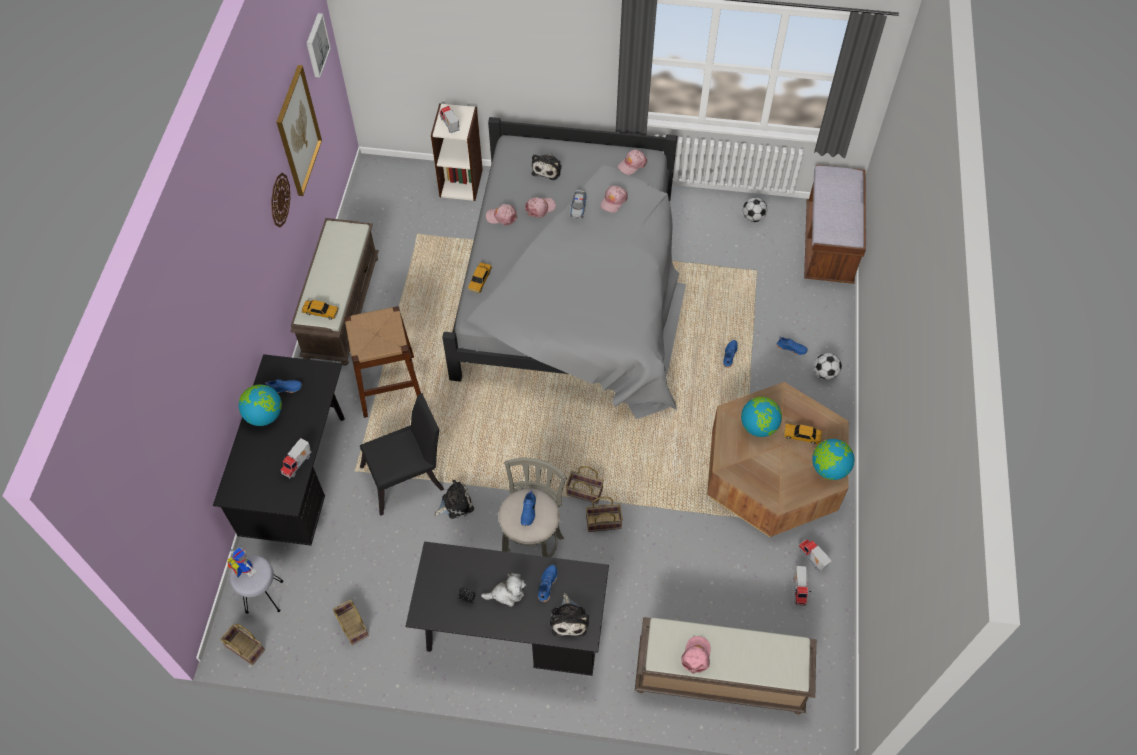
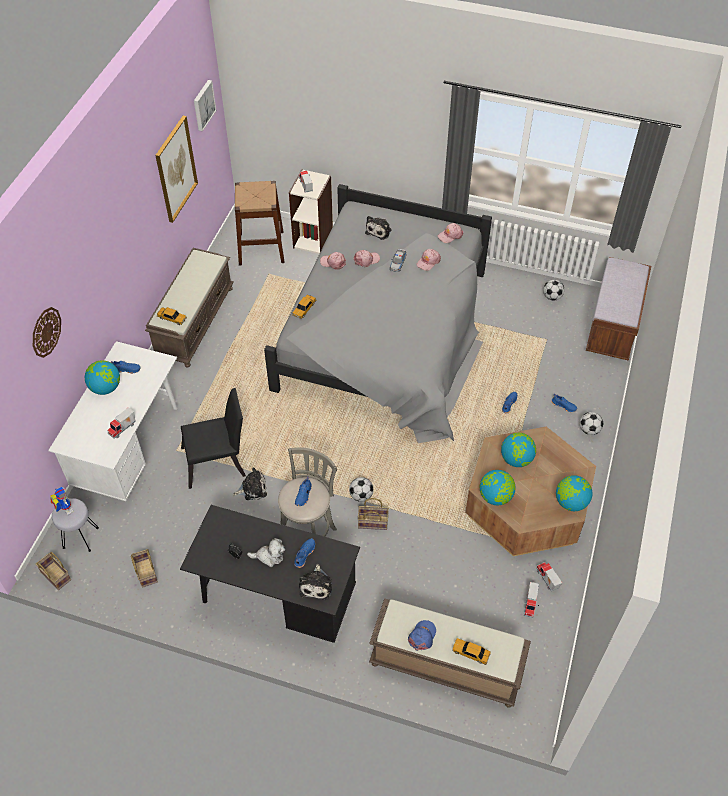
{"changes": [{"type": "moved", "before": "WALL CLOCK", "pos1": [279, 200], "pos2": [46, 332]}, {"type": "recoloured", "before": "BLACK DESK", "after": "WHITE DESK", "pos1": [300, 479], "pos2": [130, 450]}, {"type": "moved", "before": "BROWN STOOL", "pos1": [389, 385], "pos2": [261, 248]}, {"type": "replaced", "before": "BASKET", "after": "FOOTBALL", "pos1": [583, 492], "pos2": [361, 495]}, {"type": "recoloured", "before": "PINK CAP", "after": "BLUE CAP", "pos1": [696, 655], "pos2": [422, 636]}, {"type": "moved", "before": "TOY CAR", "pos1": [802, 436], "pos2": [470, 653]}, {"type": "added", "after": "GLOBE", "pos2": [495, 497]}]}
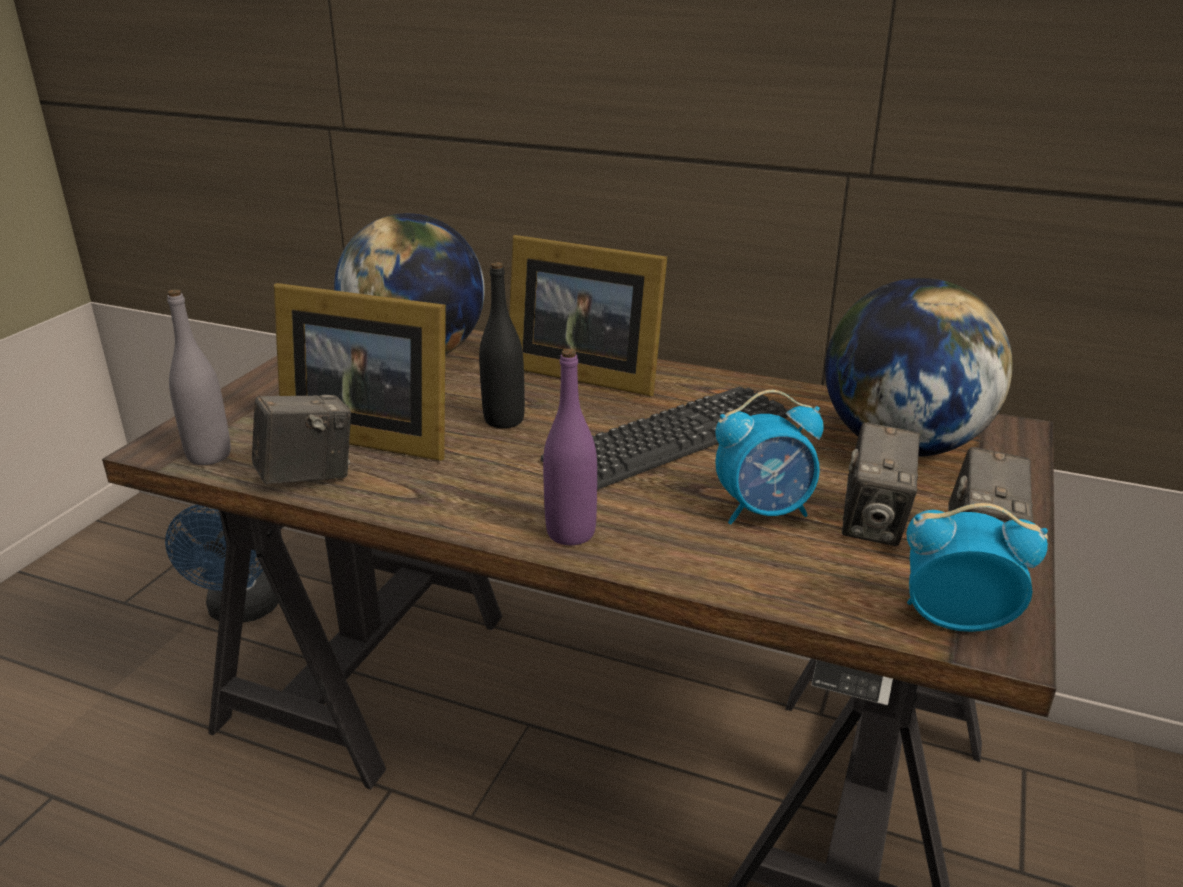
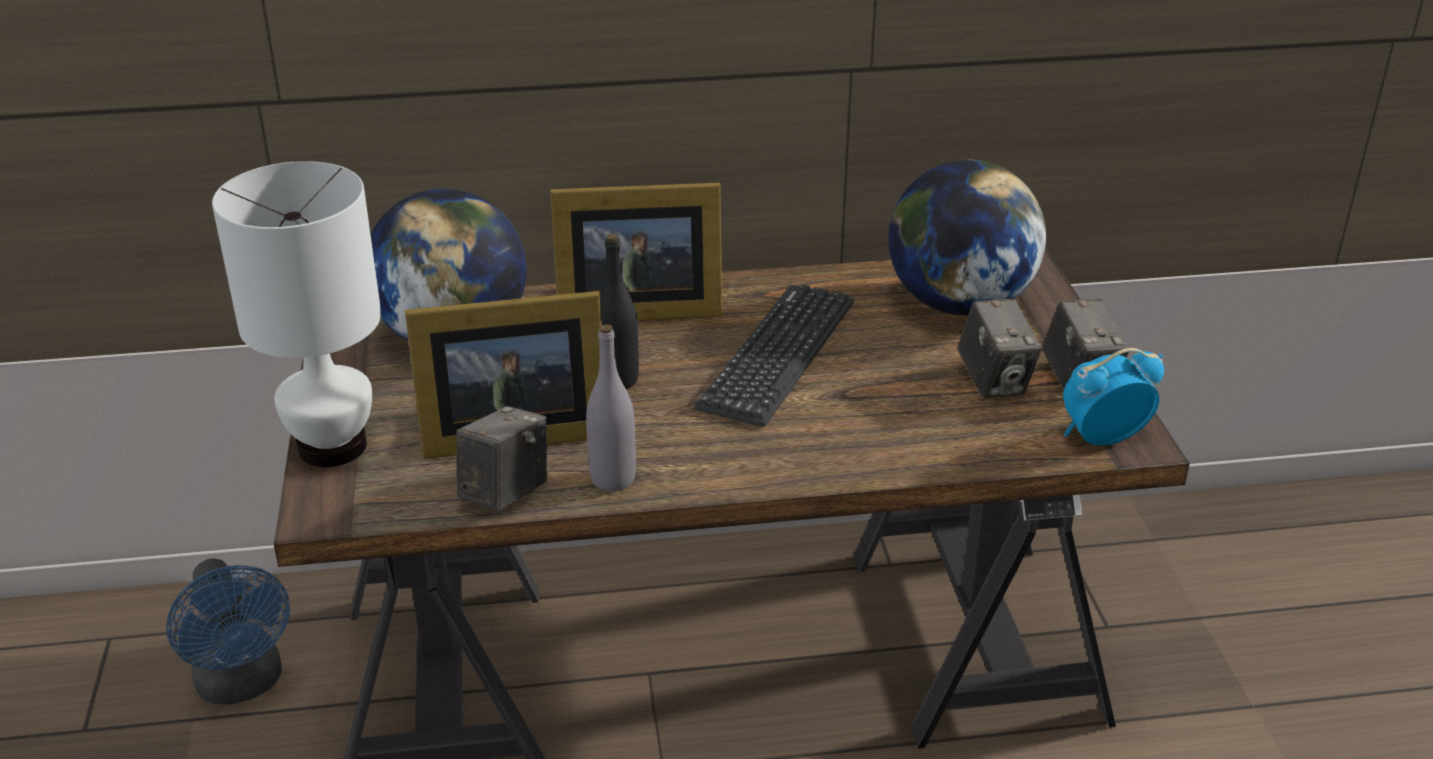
{"changes": [{"type": "added", "after": "WHITE TABLE LAMP", "pos2": [331, 447]}, {"type": "moved", "before": "GREY BOTTLE", "pos1": [209, 456], "pos2": [613, 479]}, {"type": "removed", "before": "PURPLE BOTTLE", "pos1": [571, 533]}, {"type": "removed", "before": "ALARM CLOCK", "pos1": [764, 511]}]}
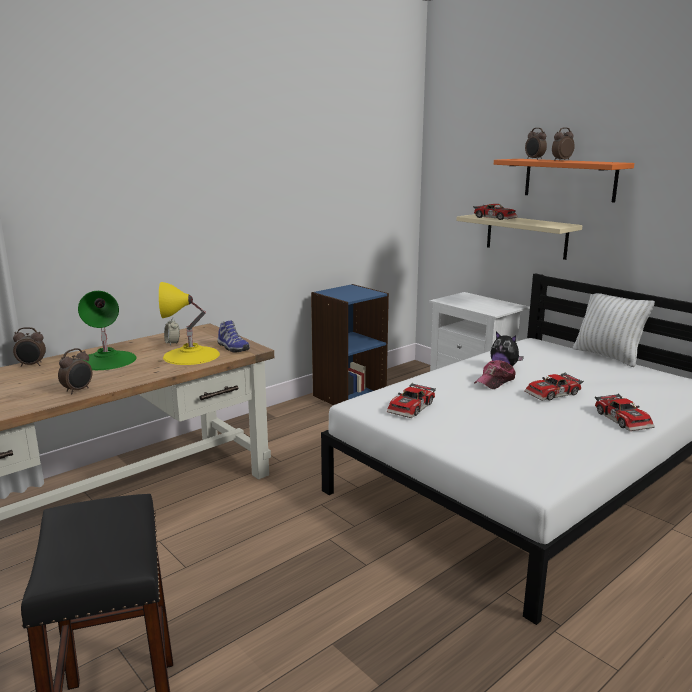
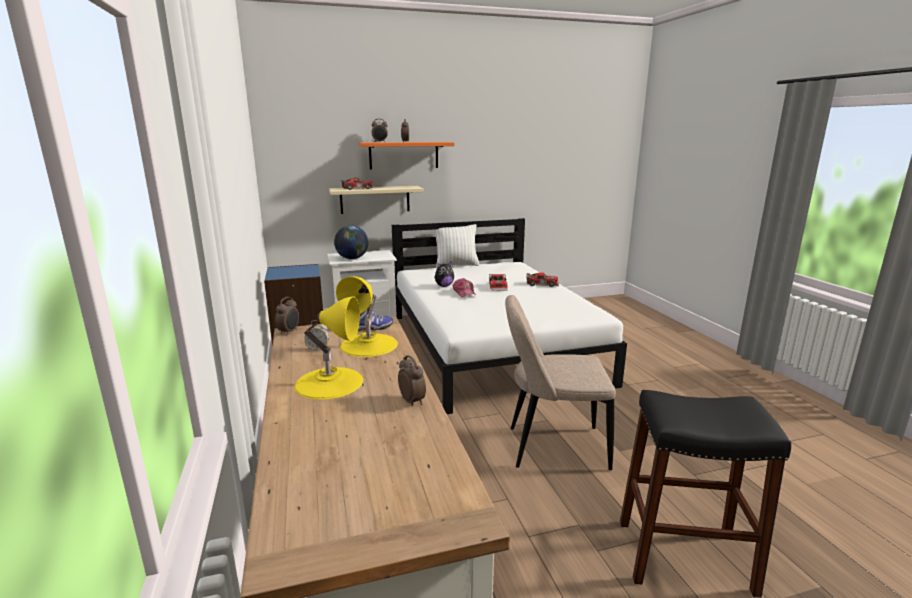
{"changes": [{"type": "moved", "before": "ALARM CLOCK", "pos1": [32, 365], "pos2": [289, 332]}, {"type": "recoloured", "before": "GREEN TABLE LAMP", "after": "YELLOW TABLE LAMP", "pos1": [107, 360], "pos2": [329, 382]}, {"type": "added", "after": "GLOBE", "pos2": [352, 258]}, {"type": "added", "after": "BEIGE CHAIR", "pos2": [552, 447]}, {"type": "removed", "before": "TOY CAR", "pos1": [413, 407]}]}
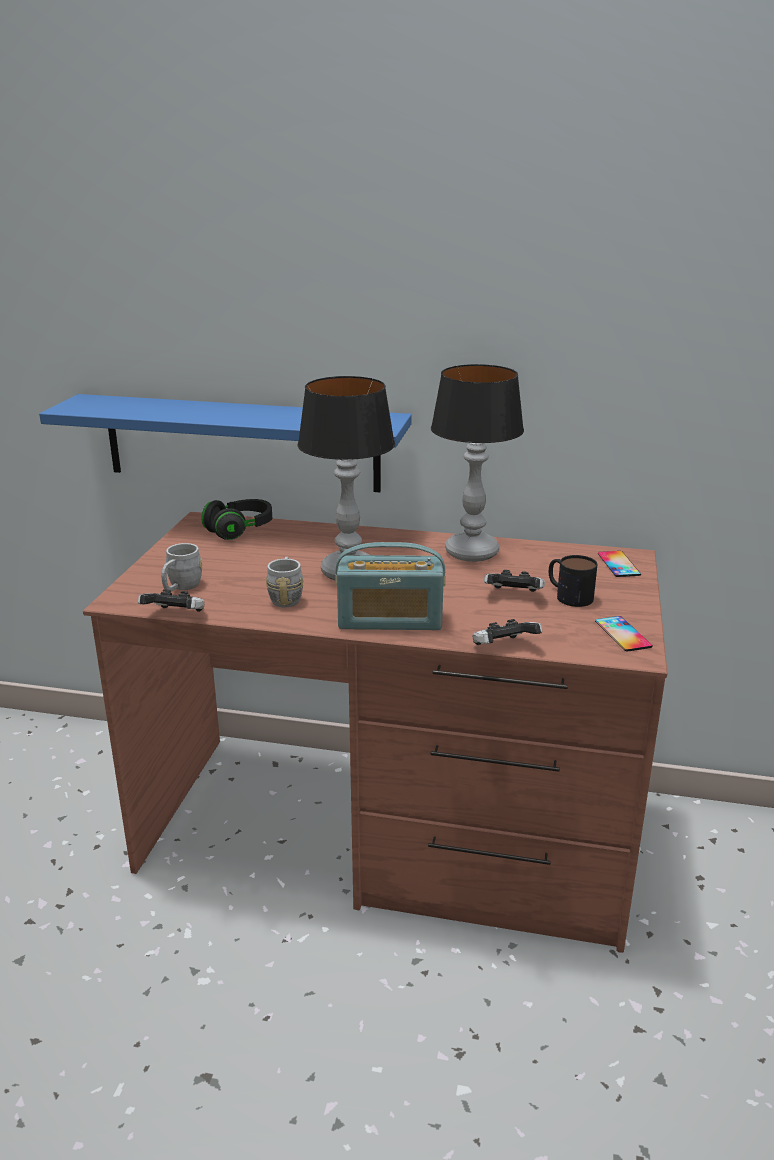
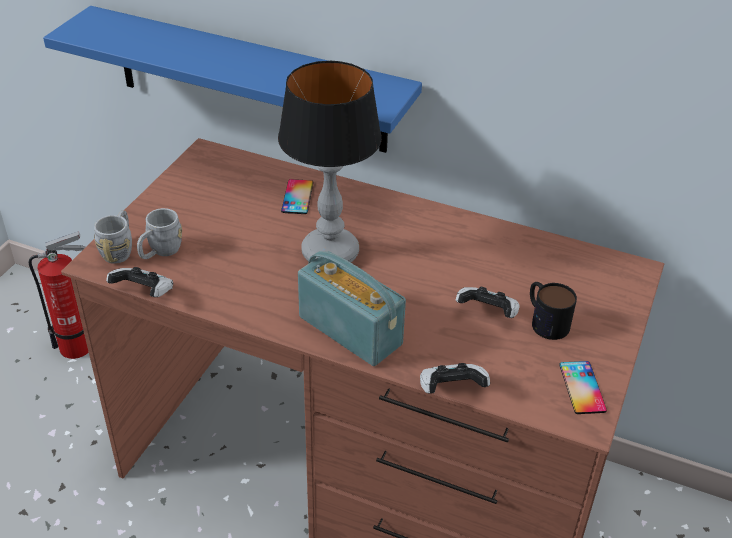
{"changes": [{"type": "added", "after": "FIRE EXTINGUISHER", "pos2": [80, 346]}, {"type": "moved", "before": "GREY MUG", "pos1": [286, 597], "pos2": [119, 249]}, {"type": "moved", "before": "PHONE", "pos1": [618, 564], "pos2": [297, 197]}, {"type": "turned", "before": "RADIO", "pos1": [390, 620], "pos2": [350, 330], "turn": -150}, {"type": "removed", "before": "BLACK HEADPHONES", "pos1": [240, 530]}, {"type": "removed", "before": "TABLE LAMP", "pos1": [470, 552]}]}
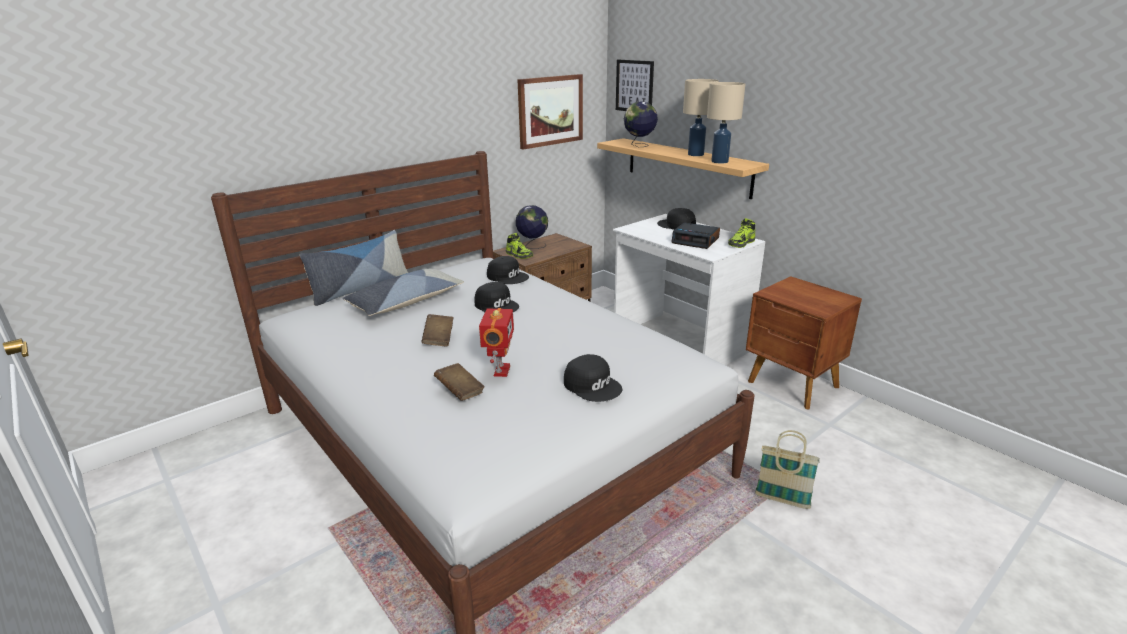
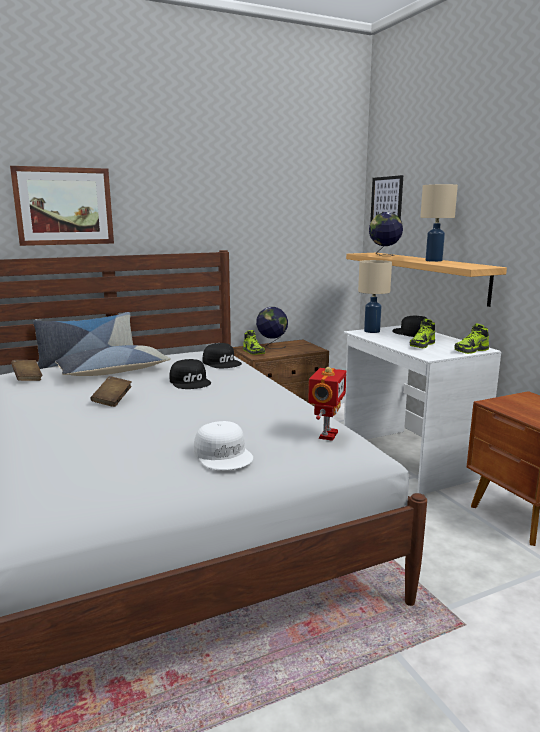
{"changes": [{"type": "moved", "before": "PICTURE", "pos1": [550, 111], "pos2": [64, 206]}, {"type": "moved", "before": "BROWN BOOK", "pos1": [460, 391], "pos2": [27, 378]}, {"type": "recoloured", "before": "BLACK CAP", "after": "WHITE CAP", "pos1": [593, 385], "pos2": [224, 455]}, {"type": "moved", "before": "TOY ROBOT", "pos1": [500, 371], "pos2": [326, 435]}, {"type": "moved", "before": "BEIGE TABLE LAMP", "pos1": [720, 161], "pos2": [372, 331]}, {"type": "replaced", "before": "ALARM CLOCK", "after": "SHOE", "pos1": [696, 241], "pos2": [422, 345]}, {"type": "removed", "before": "BASKET", "pos1": [782, 500]}]}
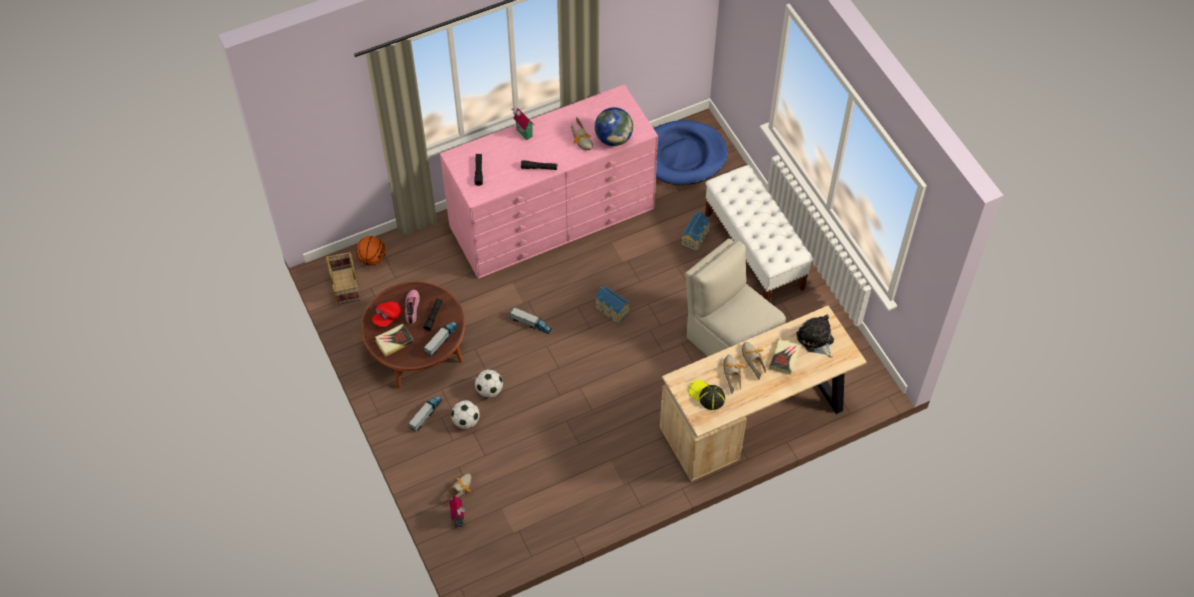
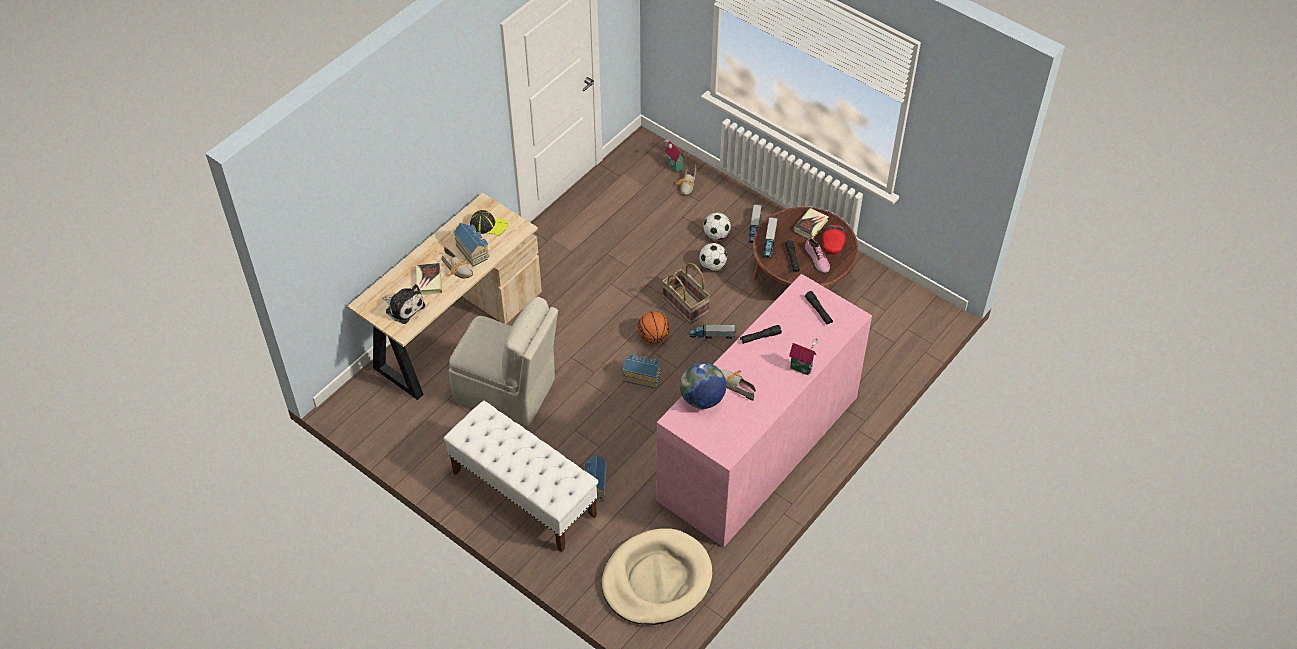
{"changes": [{"type": "replaced", "before": "SHOE", "after": "TOY HOUSE", "pos1": [732, 373], "pos2": [473, 250]}, {"type": "recoloured", "before": "BLUE DOG BED", "after": "BEIGE DOG BED", "pos1": [683, 156], "pos2": [656, 579]}, {"type": "moved", "before": "BASKETBALL", "pos1": [372, 259], "pos2": [653, 337]}, {"type": "moved", "before": "BASKET", "pos1": [345, 285], "pos2": [686, 305]}]}
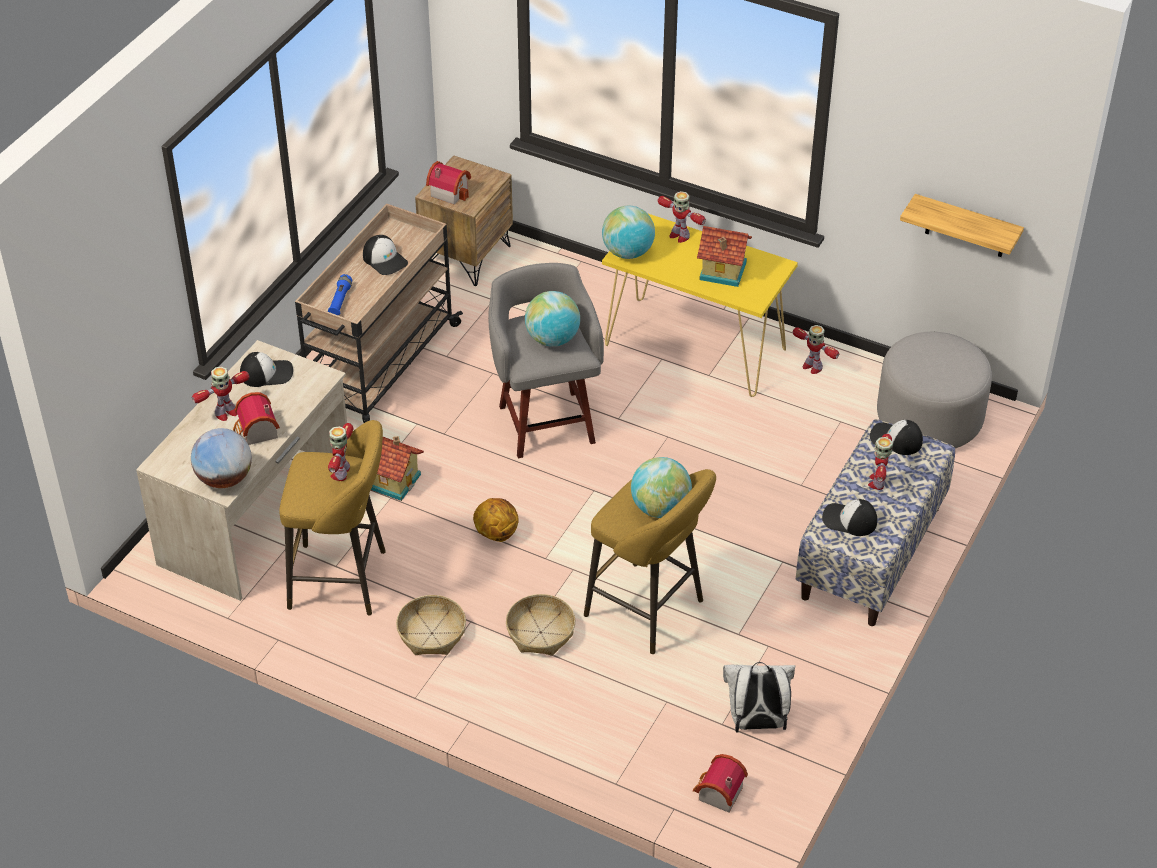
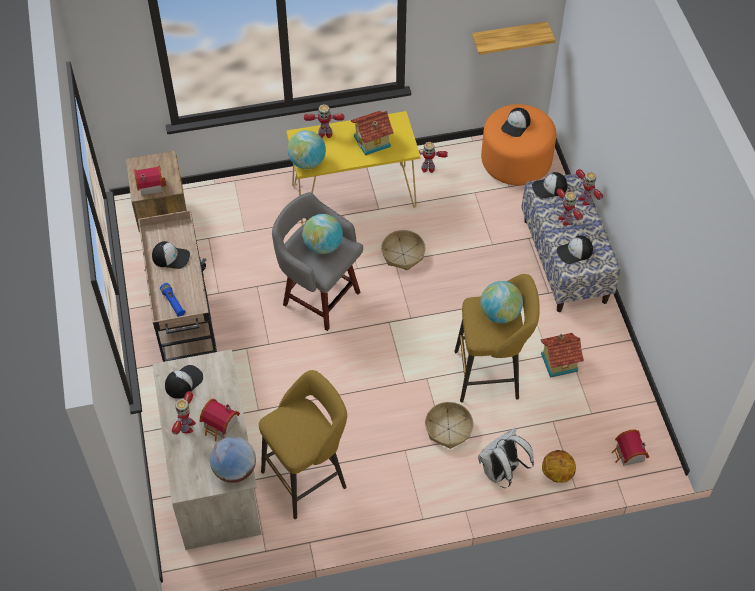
{"changes": [{"type": "moved", "before": "BASKET", "pos1": [431, 633], "pos2": [403, 254]}, {"type": "moved", "before": "WHITE BACKPACK", "pos1": [756, 723], "pos2": [501, 472]}, {"type": "recoloured", "before": "GREY OTTOMAN", "after": "ORANGE OTTOMAN", "pos1": [929, 418], "pos2": [516, 161]}, {"type": "added", "after": "CAP", "pos2": [516, 125]}, {"type": "moved", "before": "TOY HOUSE", "pos1": [394, 480], "pos2": [558, 361]}, {"type": "moved", "before": "BASKETBALL", "pos1": [496, 533], "pos2": [556, 473]}, {"type": "moved", "before": "TOY ROBOT", "pos1": [341, 472], "pos2": [585, 199]}]}
